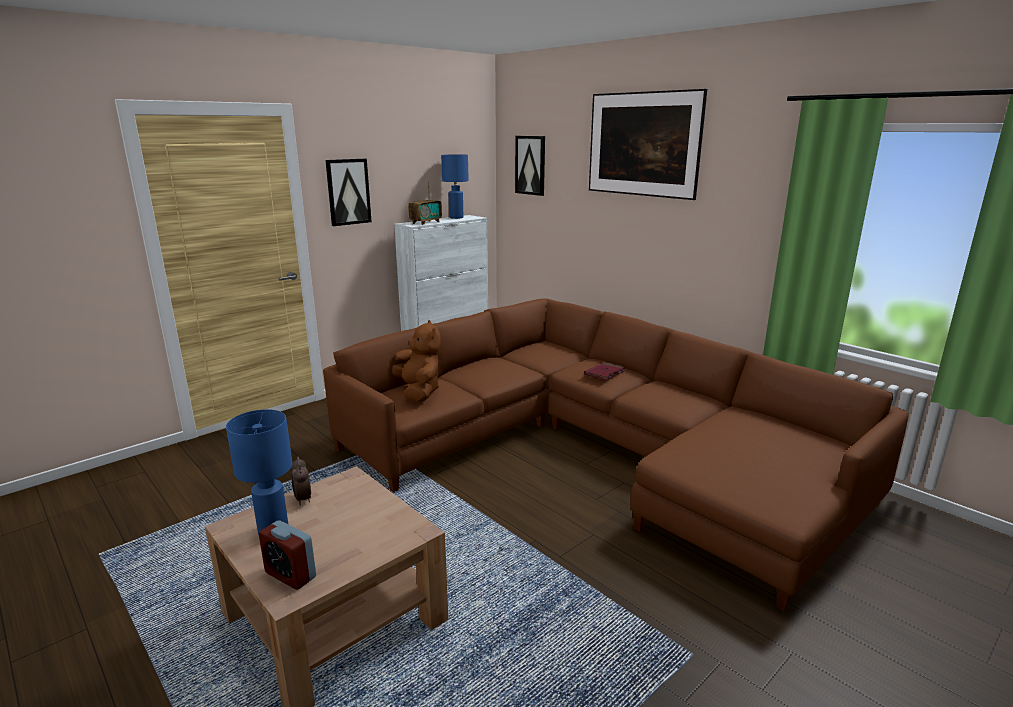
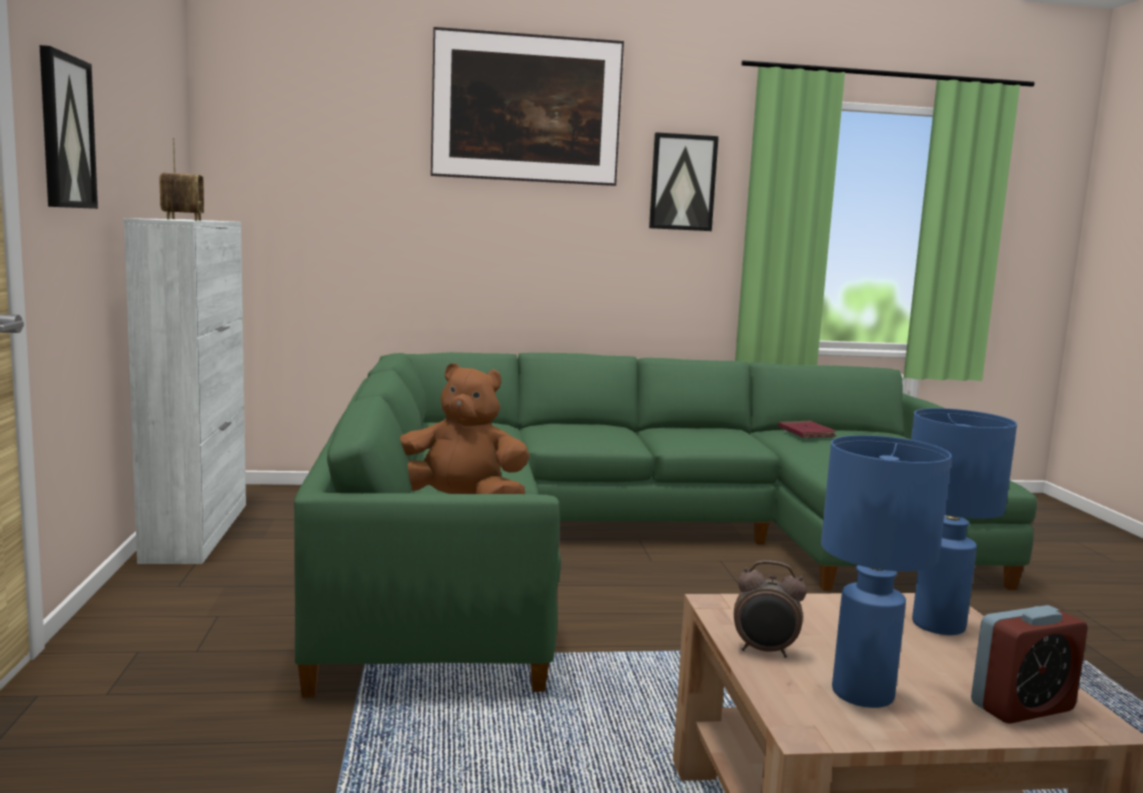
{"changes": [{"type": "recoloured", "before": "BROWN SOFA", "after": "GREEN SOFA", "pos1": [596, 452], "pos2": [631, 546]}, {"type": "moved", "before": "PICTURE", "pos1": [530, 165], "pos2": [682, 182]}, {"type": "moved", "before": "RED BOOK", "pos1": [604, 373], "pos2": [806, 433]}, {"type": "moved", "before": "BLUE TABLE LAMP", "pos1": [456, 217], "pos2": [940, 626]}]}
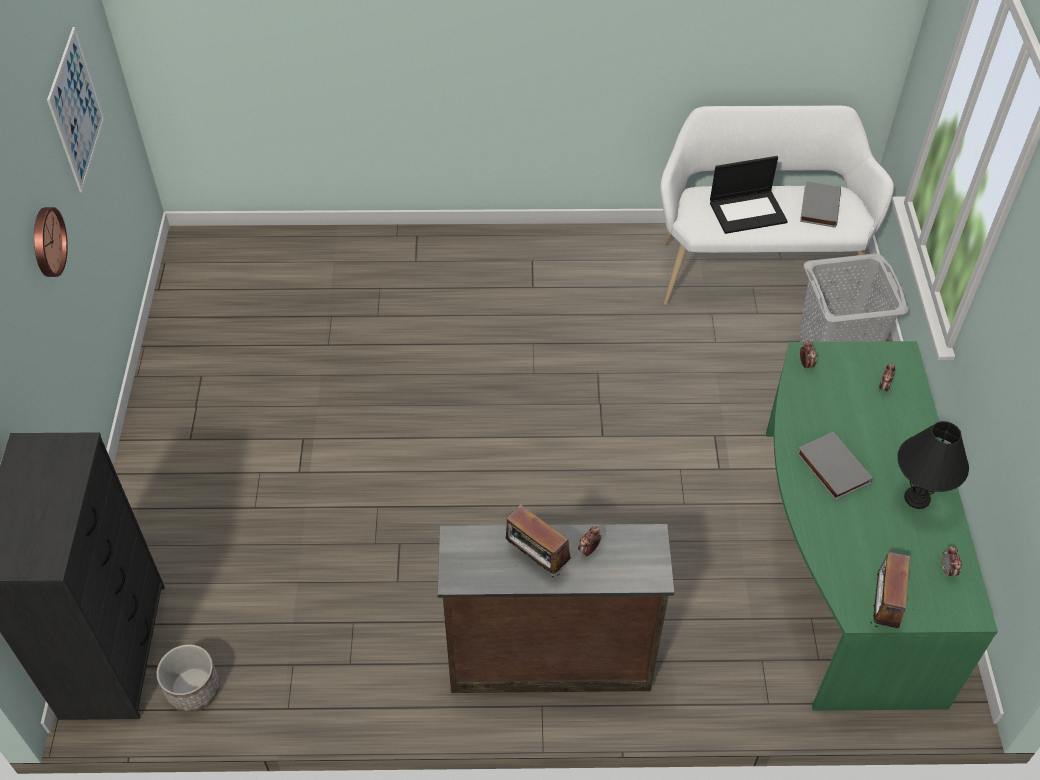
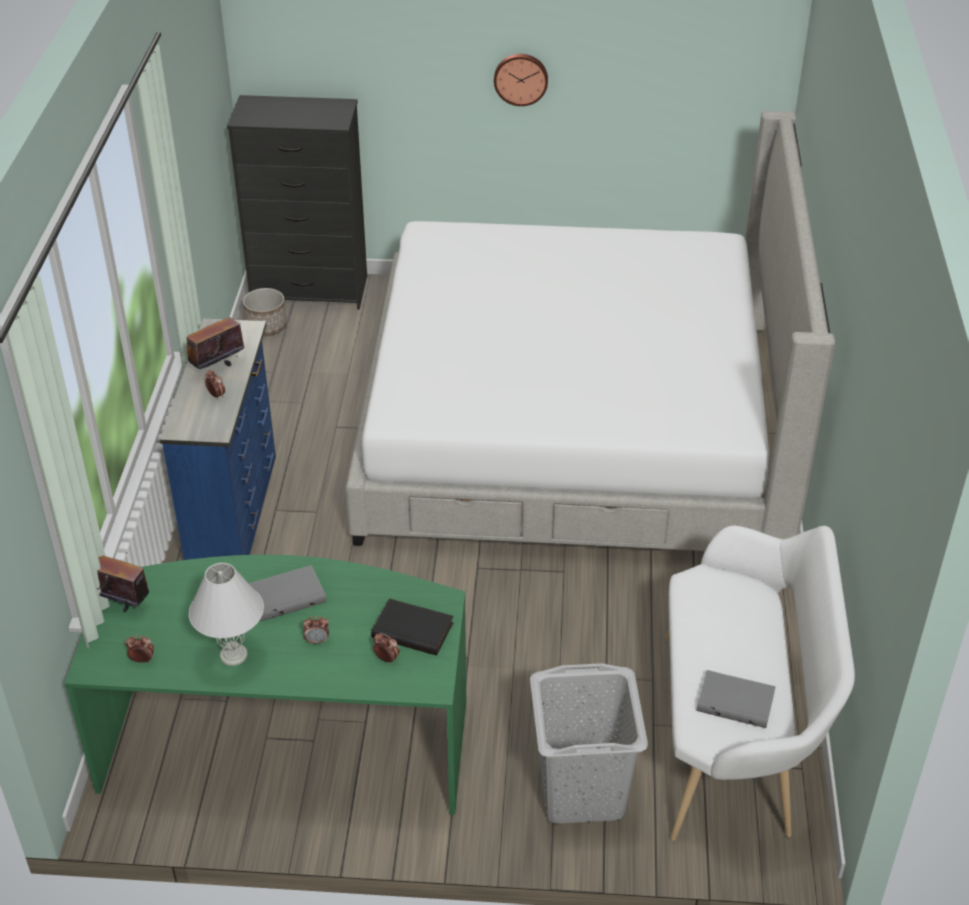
{"changes": [{"type": "recoloured", "before": "BROWN DRESSER", "after": "BLUE DRESSER", "pos1": [548, 659], "pos2": [236, 512]}, {"type": "recoloured", "before": "BLACK TABLE LAMP", "after": "WHITE TABLE LAMP", "pos1": [917, 498], "pos2": [233, 656]}, {"type": "moved", "before": "ALARM CLOCK", "pos1": [805, 364], "pos2": [317, 641]}, {"type": "added", "after": "BED", "pos2": [575, 427]}, {"type": "added", "after": "BLACK BOOK", "pos2": [414, 629]}, {"type": "removed", "before": "PICTURE", "pos1": [76, 110]}, {"type": "removed", "before": "LAPTOP", "pos1": [748, 211]}]}
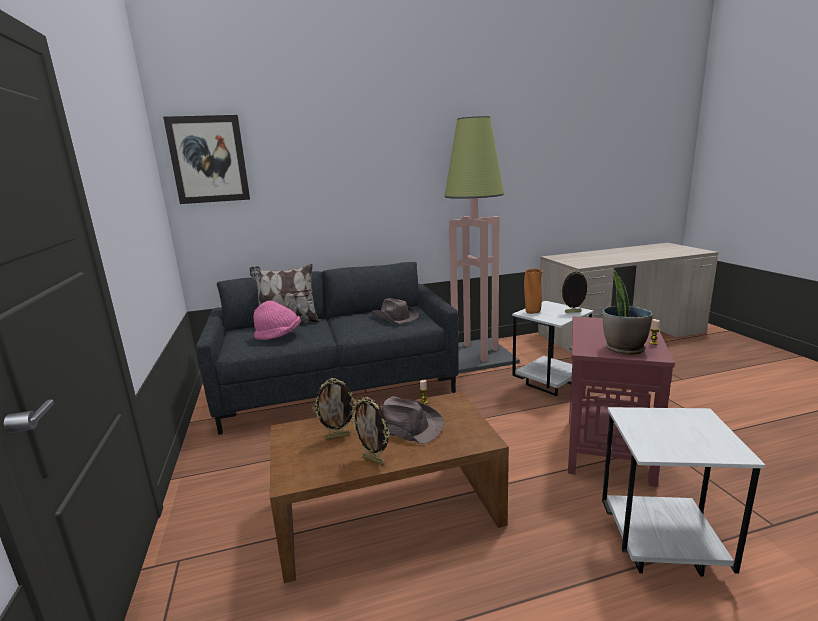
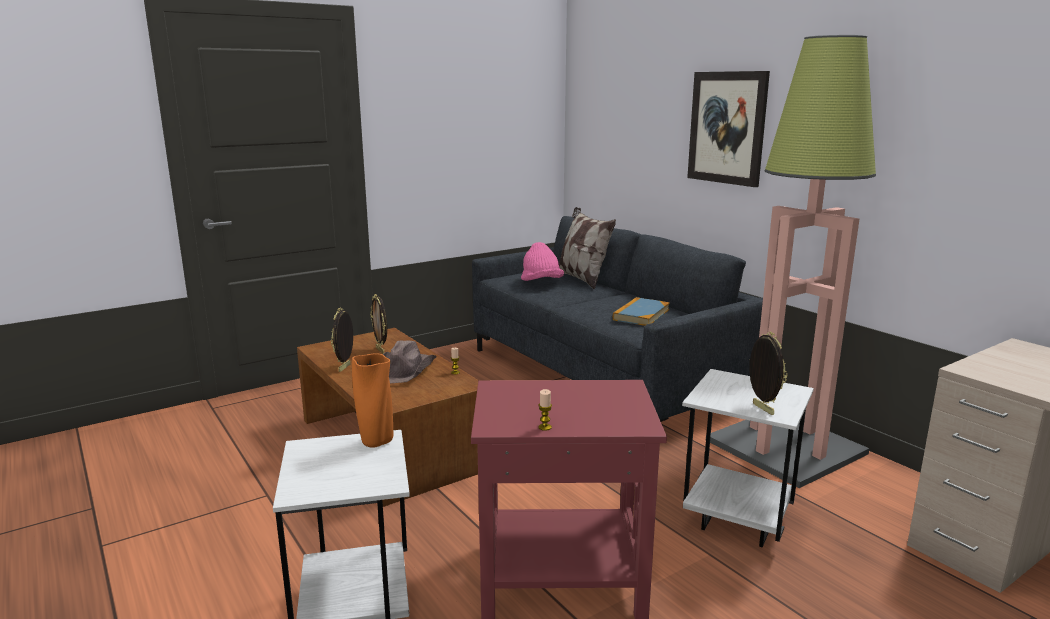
{"changes": [{"type": "moved", "before": "ORANGE VASE", "pos1": [532, 312], "pos2": [376, 442]}, {"type": "replaced", "before": "BROWN HAT", "after": "BOOK", "pos1": [394, 317], "pos2": [641, 314]}, {"type": "moved", "before": "PICTURE", "pos1": [208, 159], "pos2": [727, 128]}, {"type": "removed", "before": "POTTED PLANT", "pos1": [623, 349]}]}
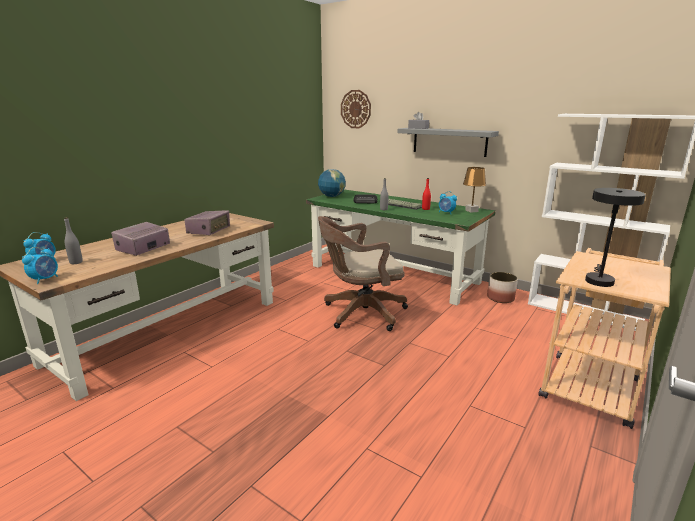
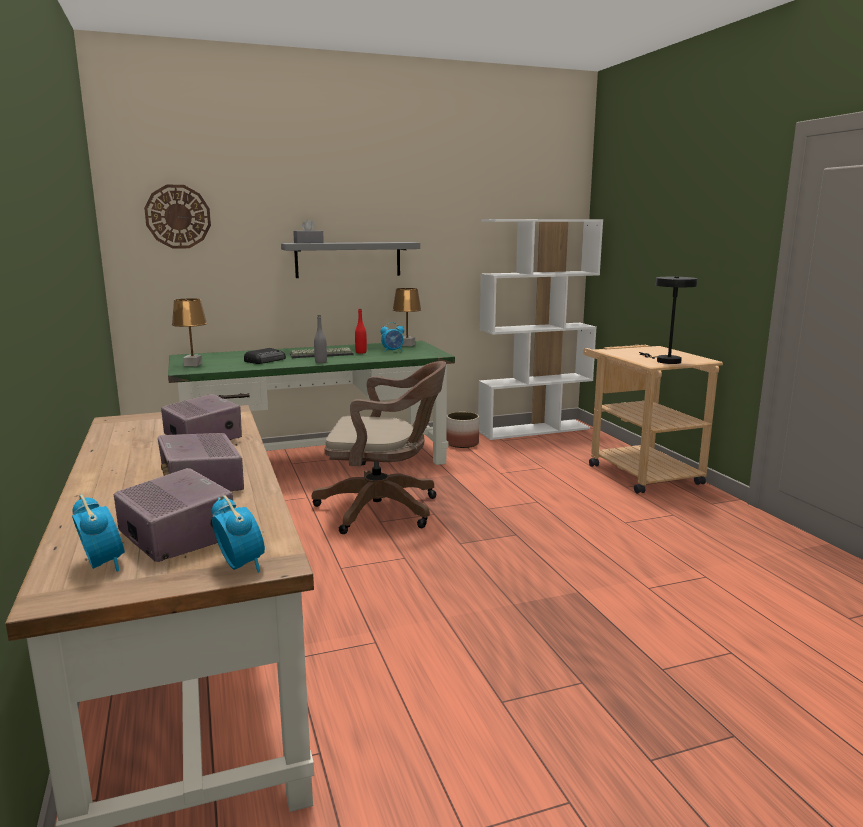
{"changes": [{"type": "replaced", "before": "GREY BOTTLE", "after": "RADIO", "pos1": [76, 262], "pos2": [176, 536]}, {"type": "replaced", "before": "GLOBE", "after": "BROWN TABLE LAMP", "pos1": [332, 196], "pos2": [193, 364]}, {"type": "turned", "before": "BROWN OFFICE CHAIR", "pos1": [360, 313], "pos2": [384, 510], "turn": -105}]}
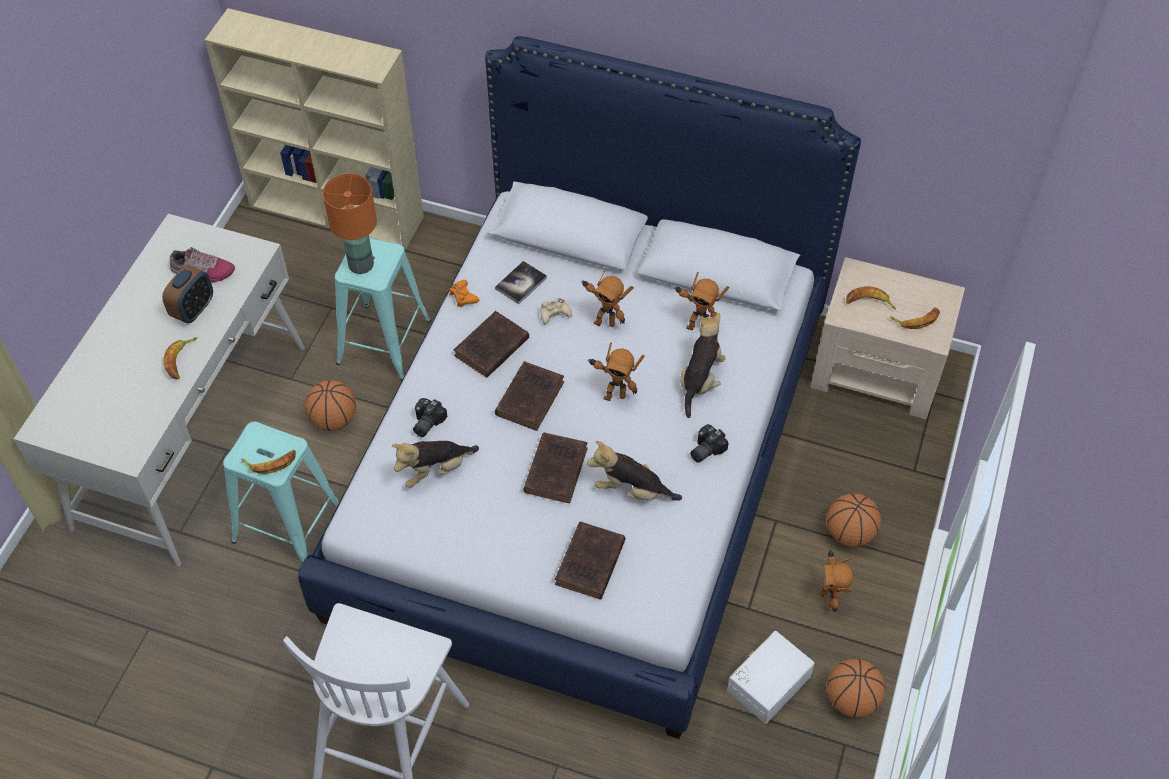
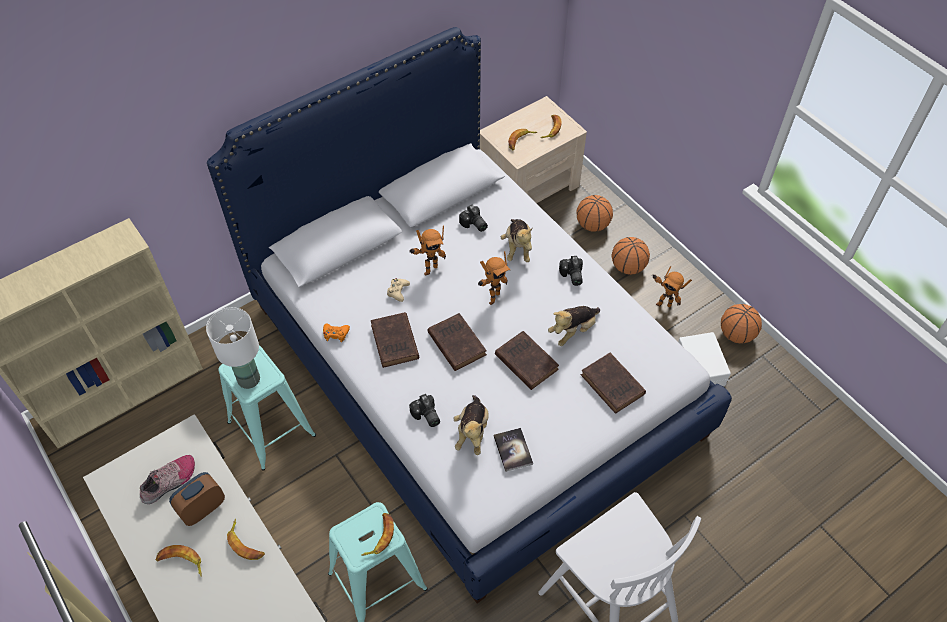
{"changes": [{"type": "added", "after": "BANANA", "pos2": [181, 562]}, {"type": "turned", "before": "ALARM CLOCK", "pos1": [193, 309], "pos2": [202, 508], "turn": -105}, {"type": "recoloured", "before": "ORANGE TABLE LAMP", "after": "WHITE TABLE LAMP", "pos1": [361, 265], "pos2": [249, 379]}, {"type": "replaced", "before": "TOY ROBOT", "after": "PHOTO CAMERA", "pos1": [696, 325], "pos2": [473, 225]}, {"type": "moved", "before": "BOOK", "pos1": [521, 283], "pos2": [513, 450]}, {"type": "turned", "before": "PLUSH TOY", "pos1": [700, 380], "pos2": [517, 248], "turn": -150}, {"type": "moved", "before": "BASKETBALL", "pos1": [333, 419], "pos2": [592, 225]}]}
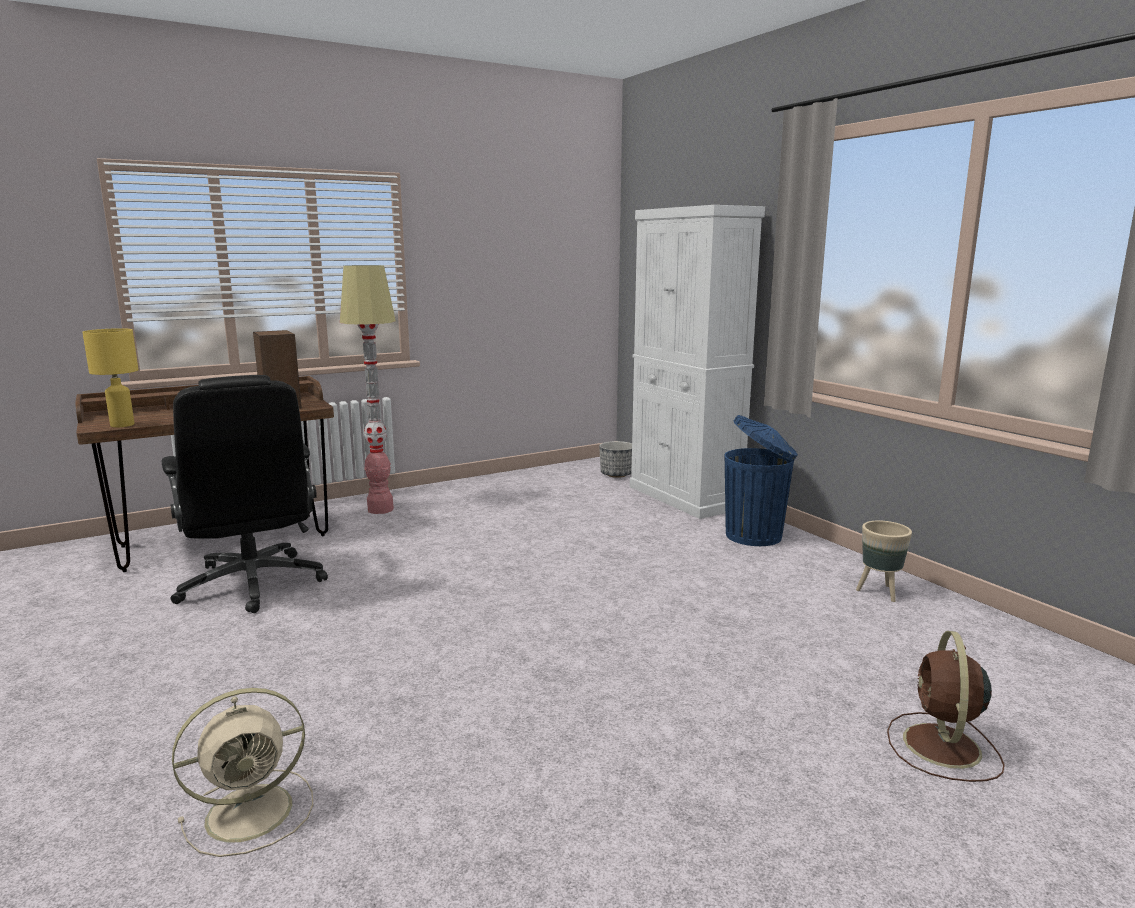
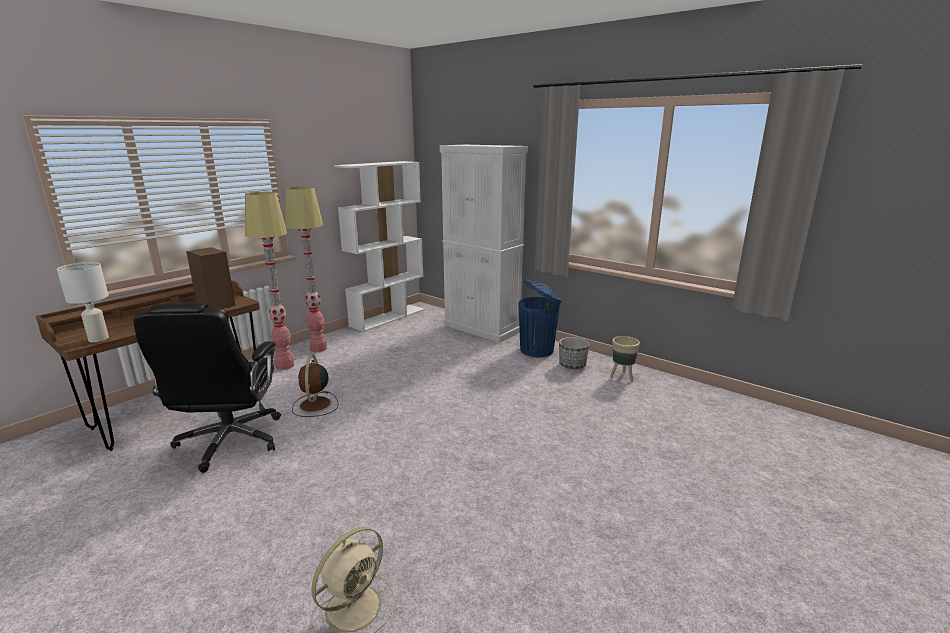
{"changes": [{"type": "recoloured", "before": "YELLOW TABLE LAMP", "after": "WHITE TABLE LAMP", "pos1": [123, 425], "pos2": [99, 339]}, {"type": "turned", "before": "BLACK OFFICE CHAIR", "pos1": [252, 584], "pos2": [229, 441], "turn": 45}, {"type": "added", "after": "FLOOR LAMP", "pos2": [318, 348]}, {"type": "moved", "before": "BROWN FAN", "pos1": [942, 748], "pos2": [315, 405]}, {"type": "added", "after": "WHITE BOOKCASE", "pos2": [388, 317]}, {"type": "moved", "before": "PLANTER", "pos1": [617, 474], "pos2": [572, 365]}]}
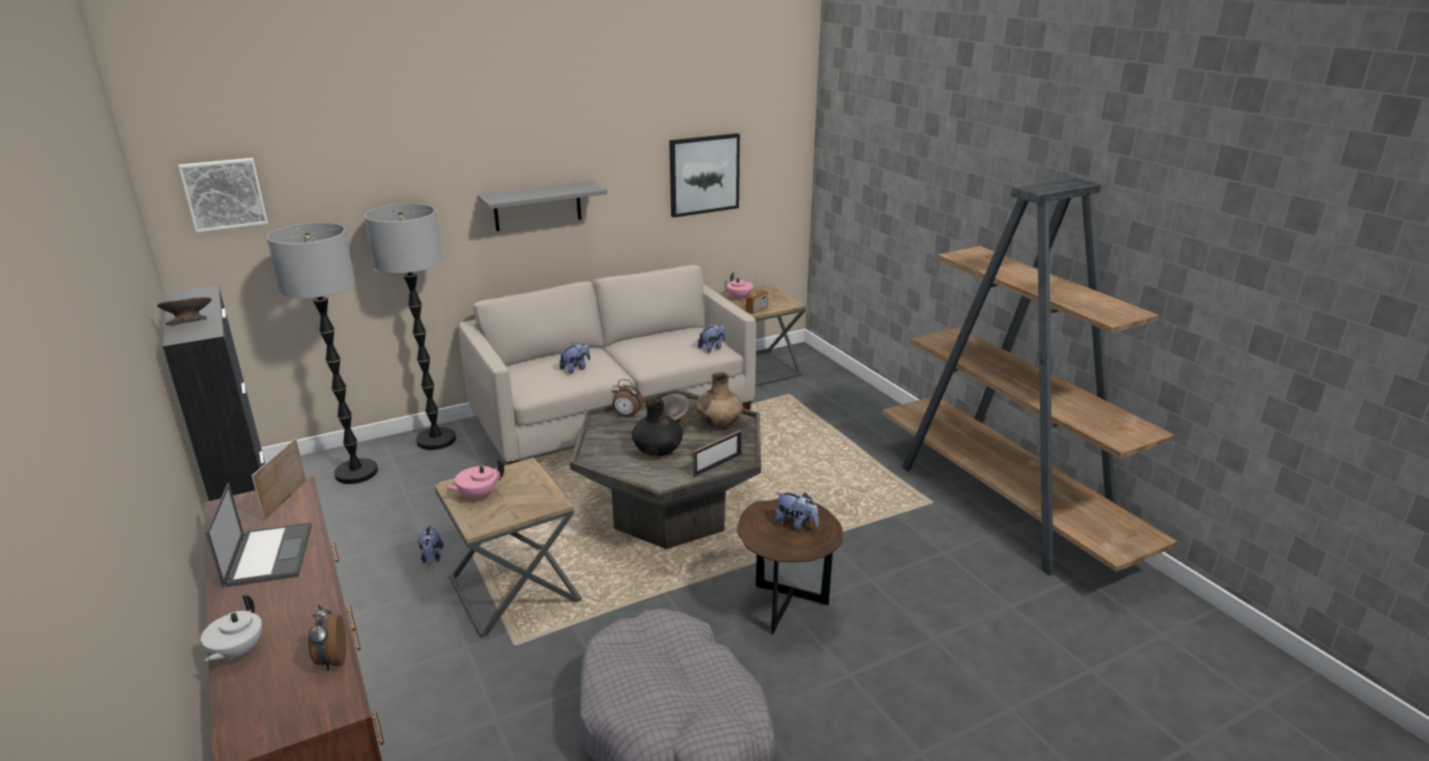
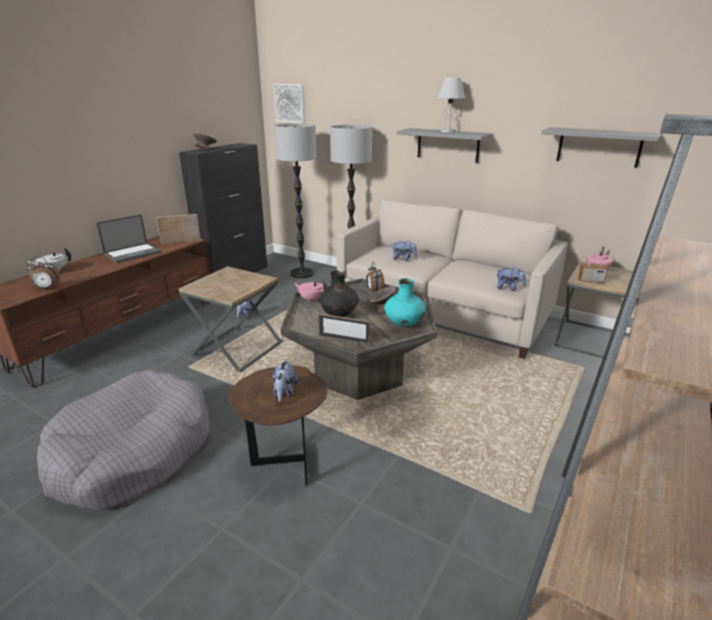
{"changes": [{"type": "turned", "before": "ALARM CLOCK", "pos1": [331, 660], "pos2": [47, 289], "turn": -150}, {"type": "moved", "before": "PINK TEAPOT", "pos1": [477, 495], "pos2": [311, 299]}, {"type": "recoloured", "before": "BROWN VASE", "after": "TURQUOISE VASE", "pos1": [718, 424], "pos2": [403, 323]}, {"type": "added", "after": "WHITE TABLE LAMP", "pos2": [448, 131]}, {"type": "replaced", "before": "PICTURE", "after": "GREY SHELF", "pos1": [704, 174], "pos2": [599, 147]}]}
